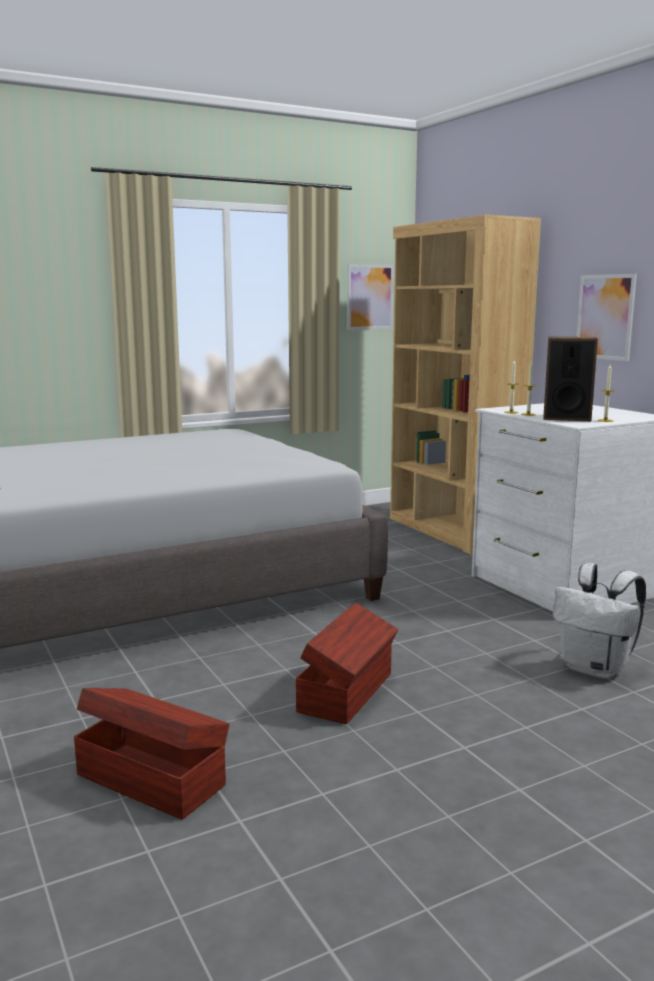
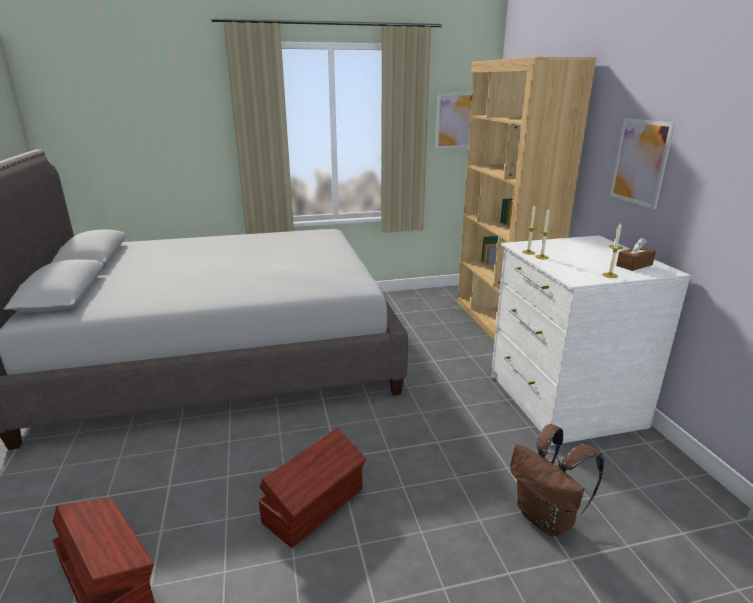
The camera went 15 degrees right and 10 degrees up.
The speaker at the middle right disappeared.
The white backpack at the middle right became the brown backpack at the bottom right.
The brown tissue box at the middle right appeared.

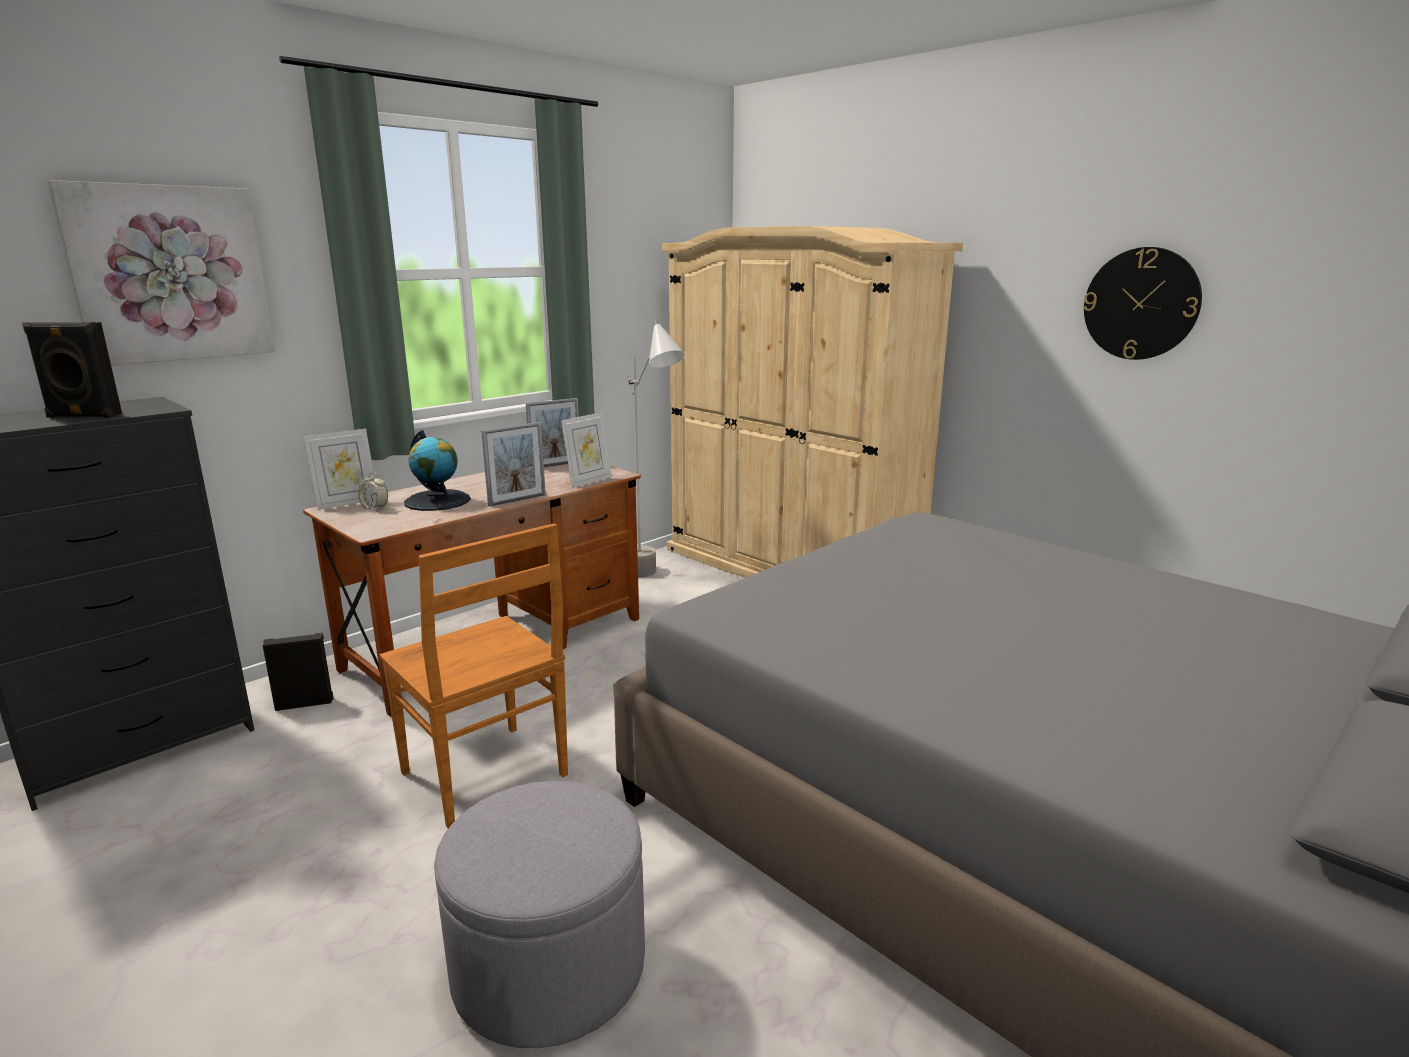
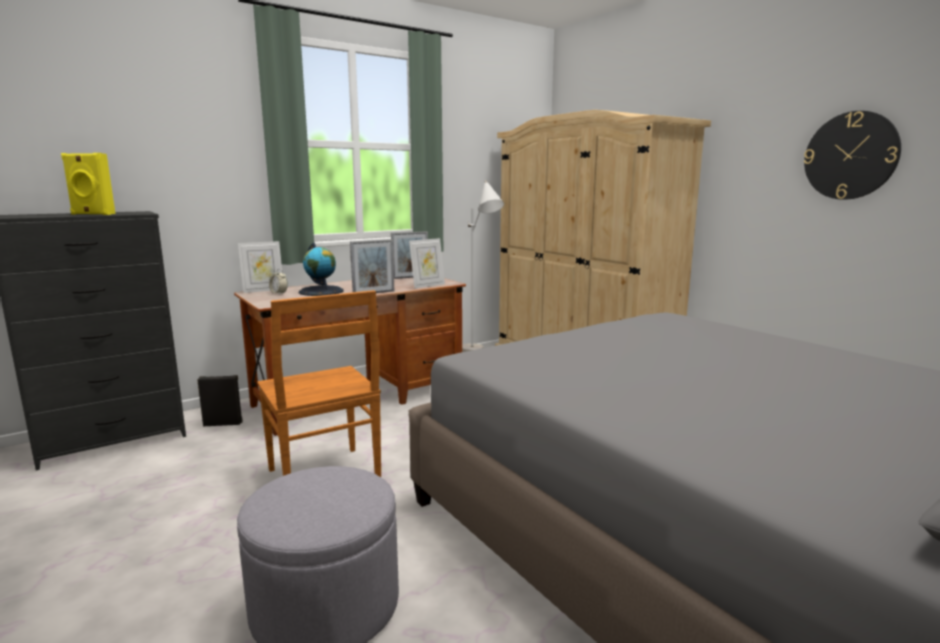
The camera went 10 degrees right and 5 degrees down.
The picture at the top left disappeared.
The black speaker (no. 1 from left) at the middle left became the yellow speaker at the top left.

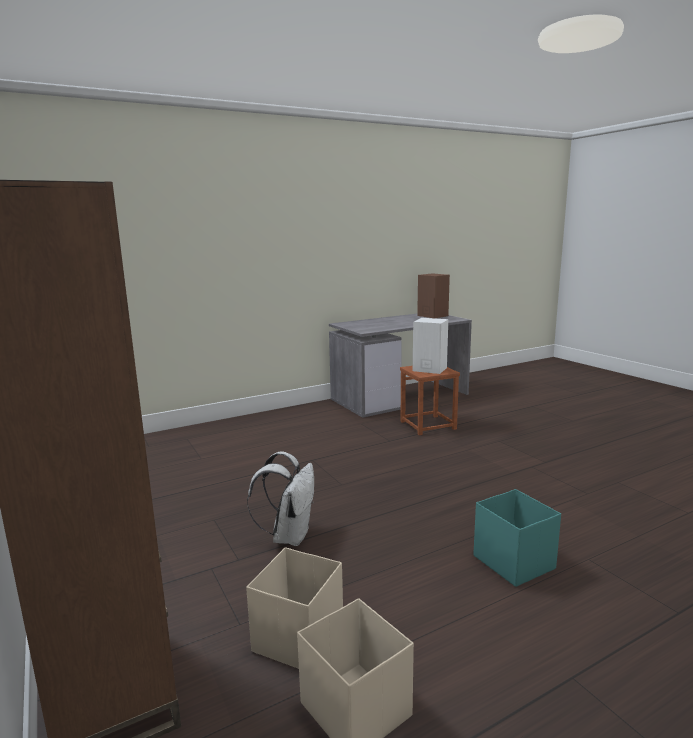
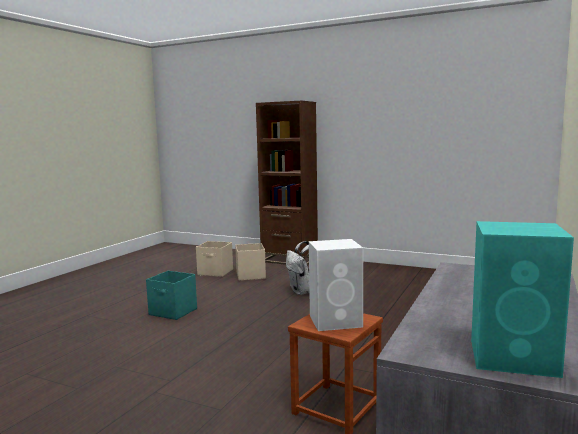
The camera went 145 degrees right and 5 degrees down.
The brown speaker at the centre became the turquoise speaker at the bottom right.

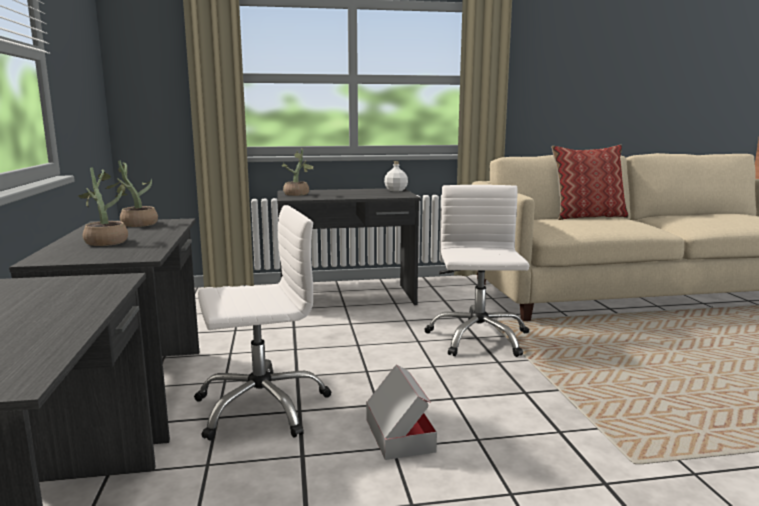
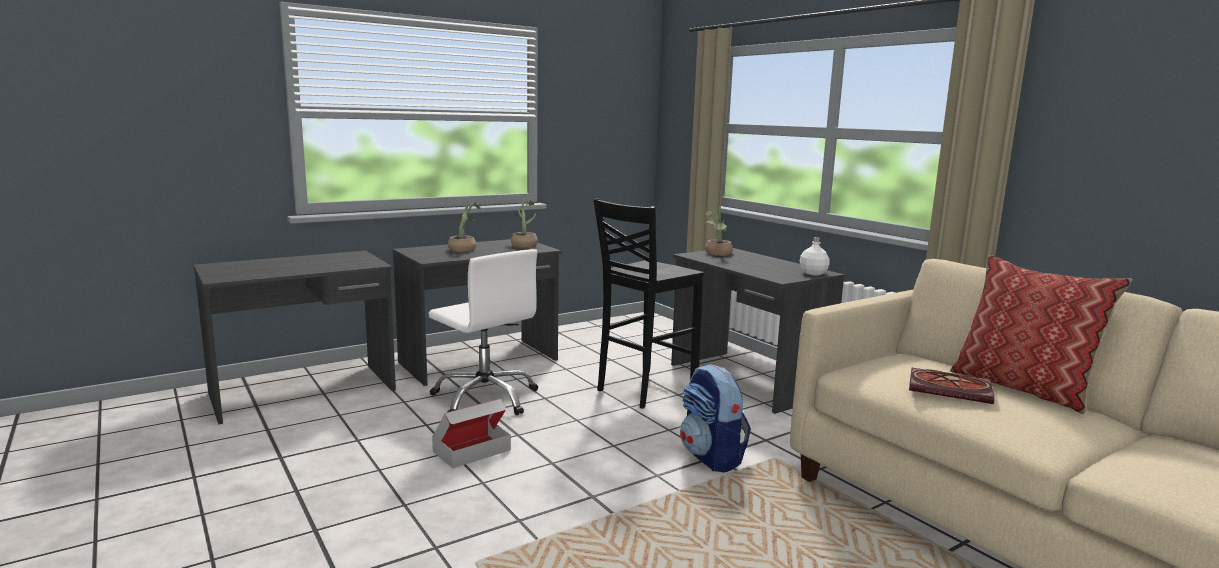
The camera went 65 degrees right and 0 degrees up.
The white office chair (no. 2 from left) at the centre was replaced by the backpack at the bottom centre.
The black stool at the centre appeared.
The book at the bottom right appeared.

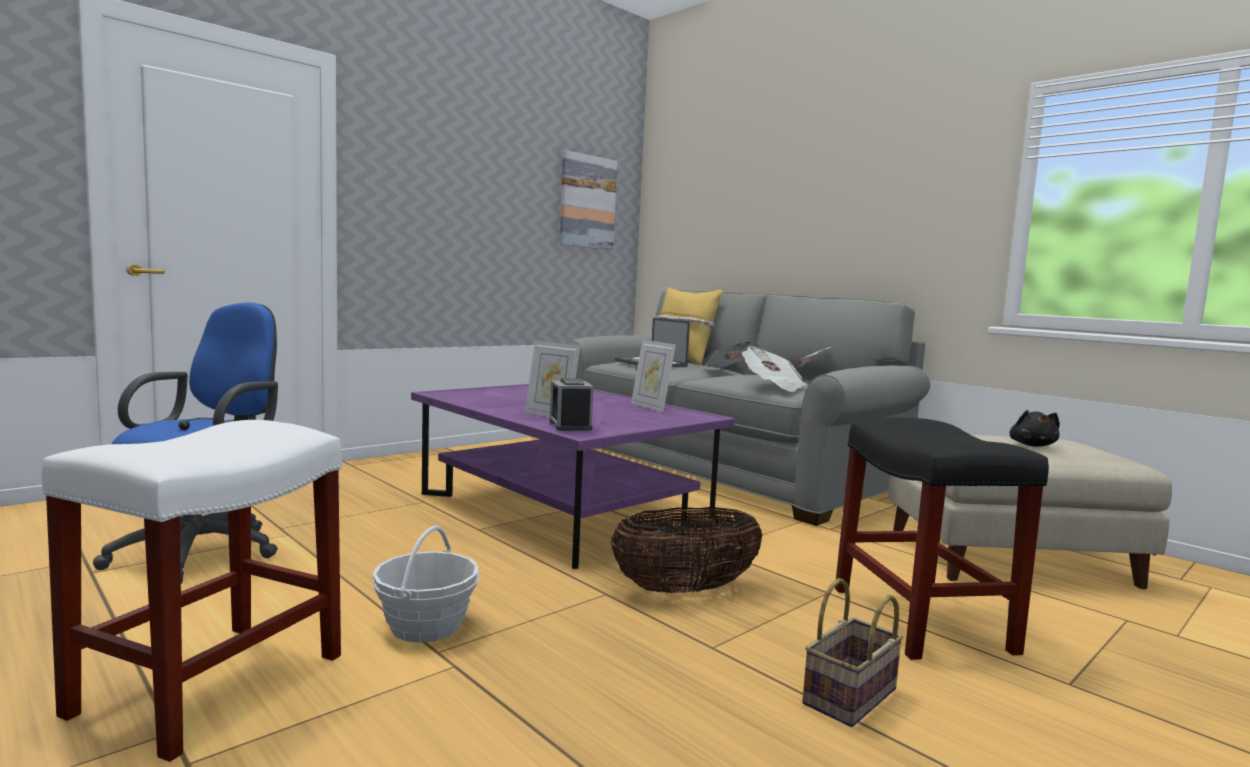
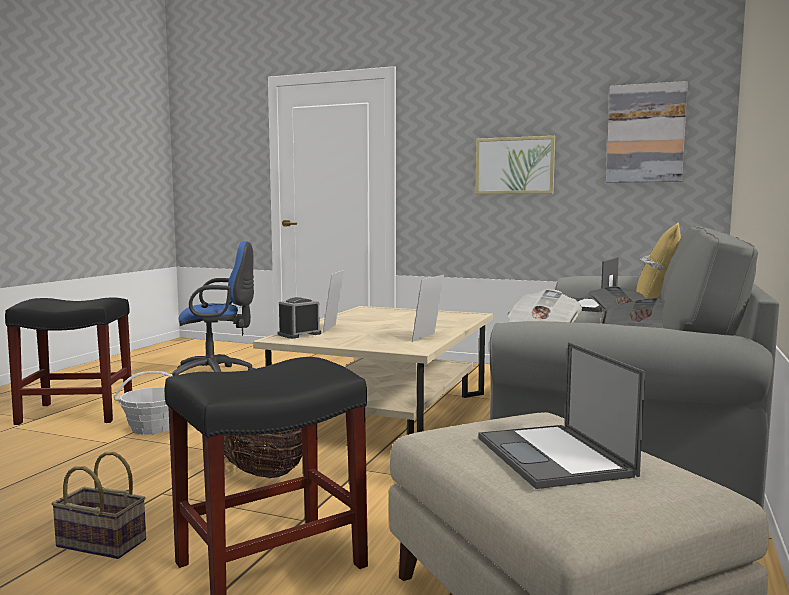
The camera went 65 degrees right and 0 degrees up.
The purple coffee table at the centre became the beige coffee table at the centre.
The black plush toy at the middle right was replaced by the laptop (no. 1 from left) at the bottom right.
The white stool at the bottom left became the black stool (no. 1 from left) at the middle left.
The picture (no. 1 from left) at the top centre appeared.

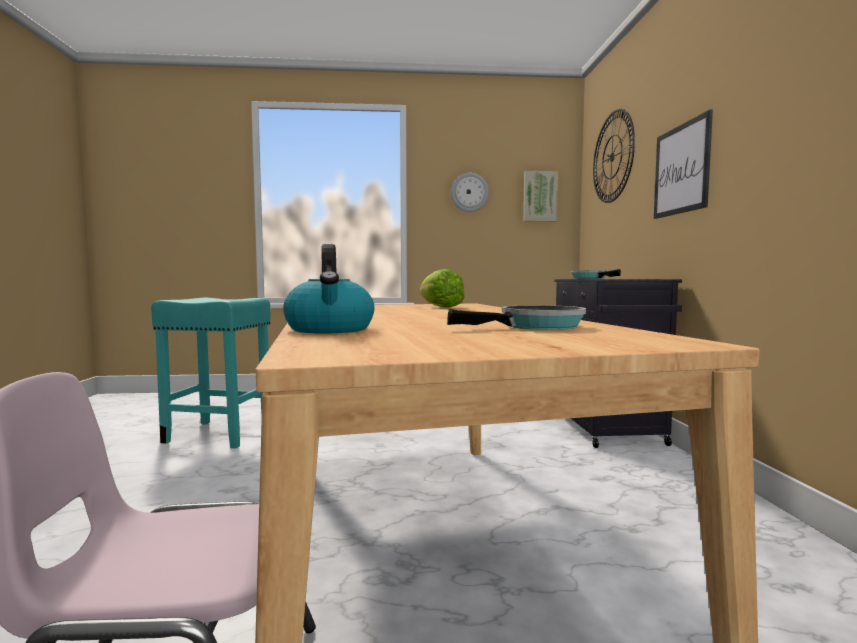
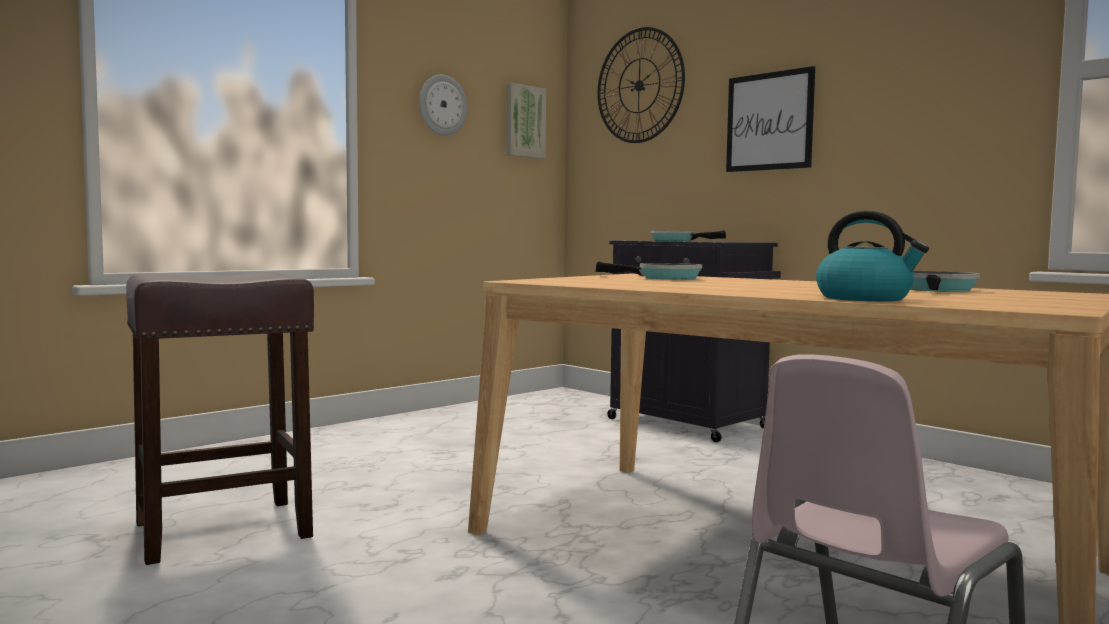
The camera went 40 degrees left and 0 degrees up.
The lettuce at the centre was replaced by the frying pan (no. 1 from left) at the centre.
The turquoise stool at the middle left became the brown stool at the bottom left.

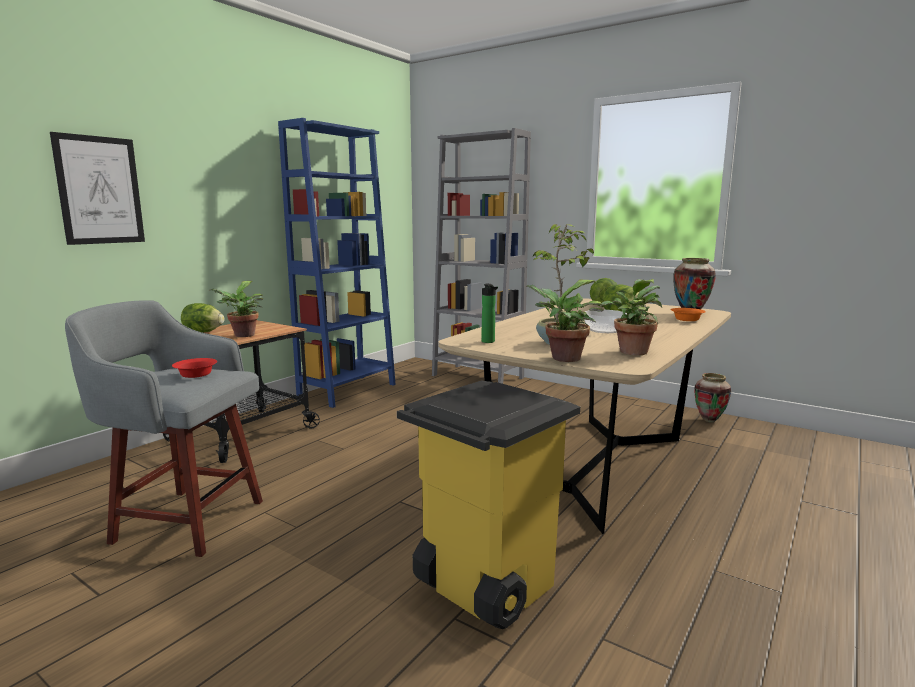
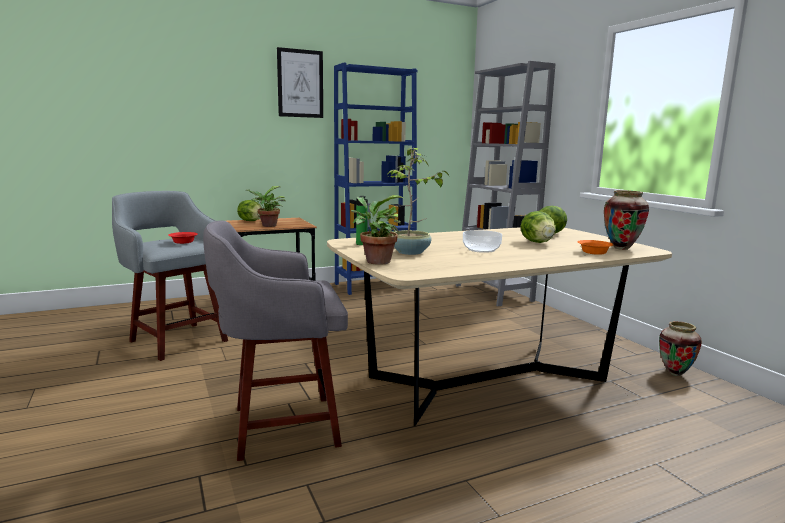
The camera went 30 degrees right and 0 degrees up.
The picture moved from the top left to the top centre.
The potted plant (no. 4 from left) at the middle right disappeared.
The yellow trash can at the bottom centre was replaced by the grey stool (no. 2 from left) at the centre.

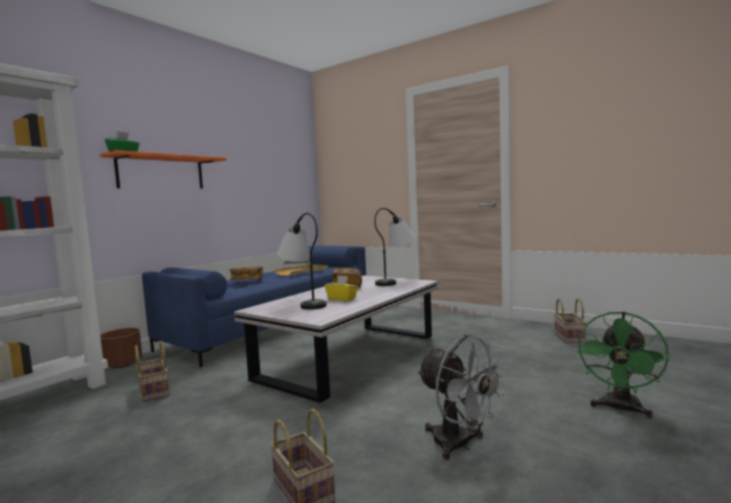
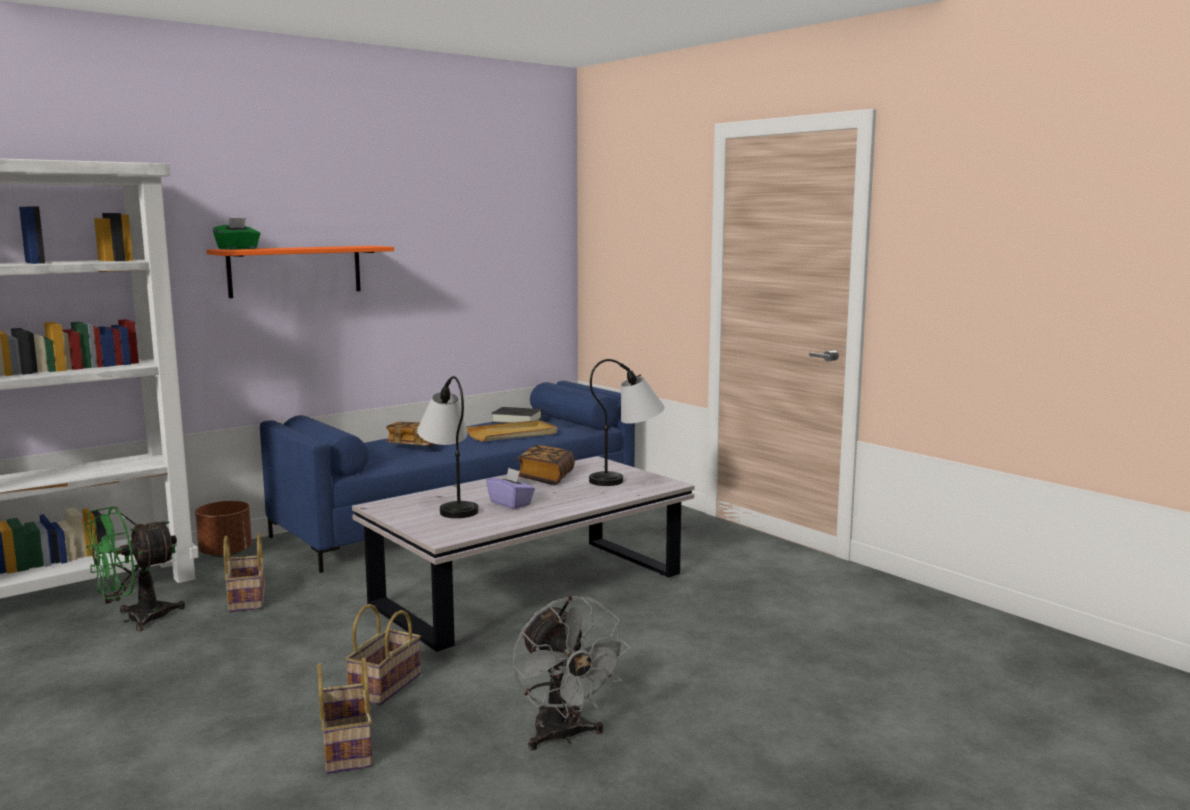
The camera went 15 degrees right and 5 degrees up.
The yellow tissue box at the centre became the purple tissue box at the centre.
The basket (no. 3 from left) moved from the middle right to the bottom left.
The green fan moved from the bottom right to the bottom left.

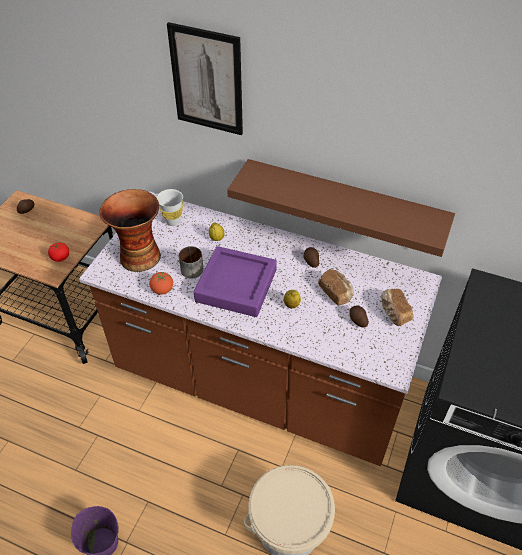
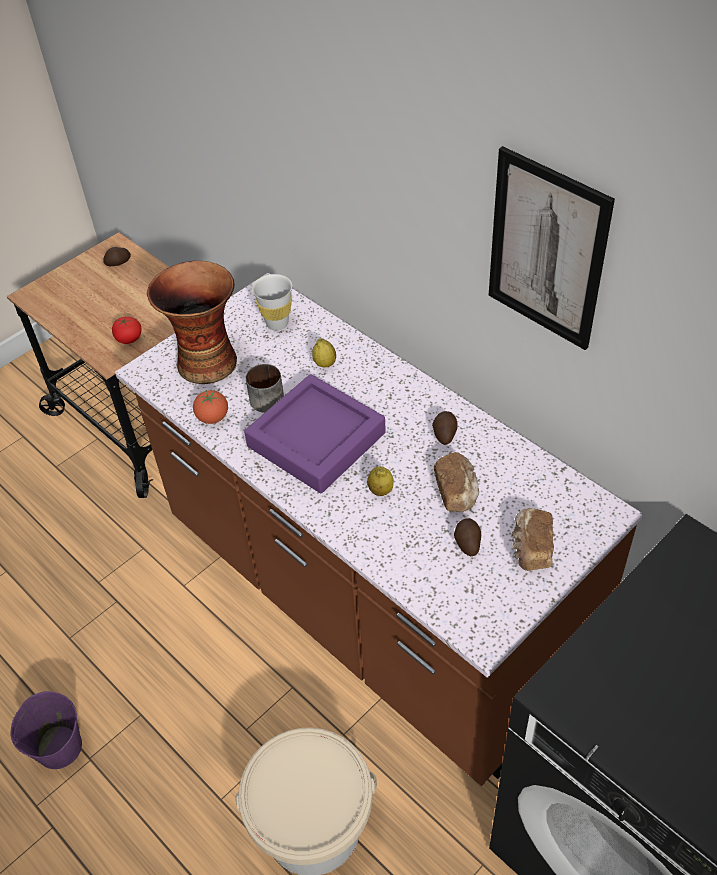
The camera went 25 degrees right and 0 degrees up.
The picture moved from the top centre to the top right.
The brown shelf at the centre disappeared.

